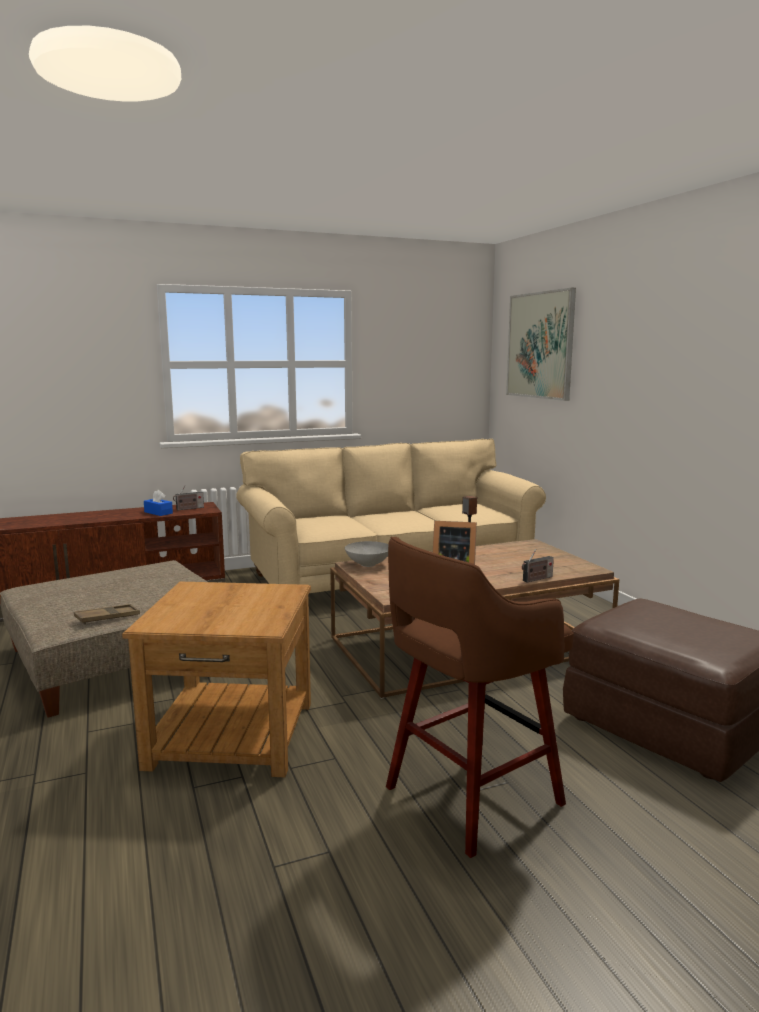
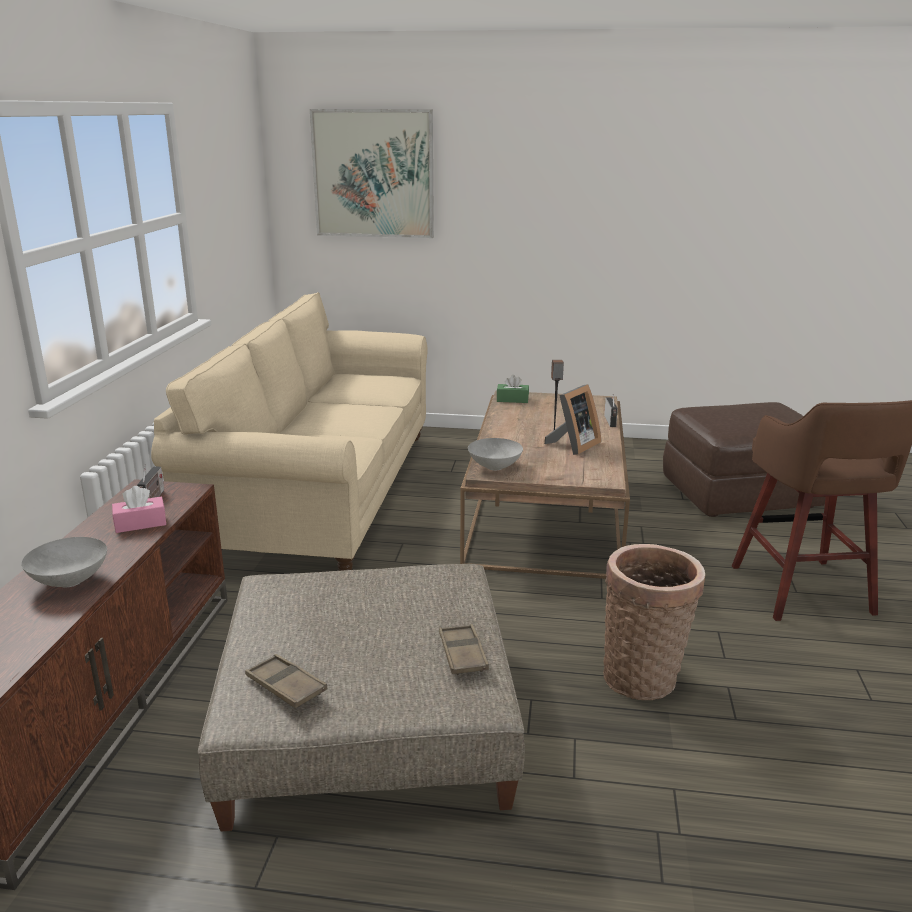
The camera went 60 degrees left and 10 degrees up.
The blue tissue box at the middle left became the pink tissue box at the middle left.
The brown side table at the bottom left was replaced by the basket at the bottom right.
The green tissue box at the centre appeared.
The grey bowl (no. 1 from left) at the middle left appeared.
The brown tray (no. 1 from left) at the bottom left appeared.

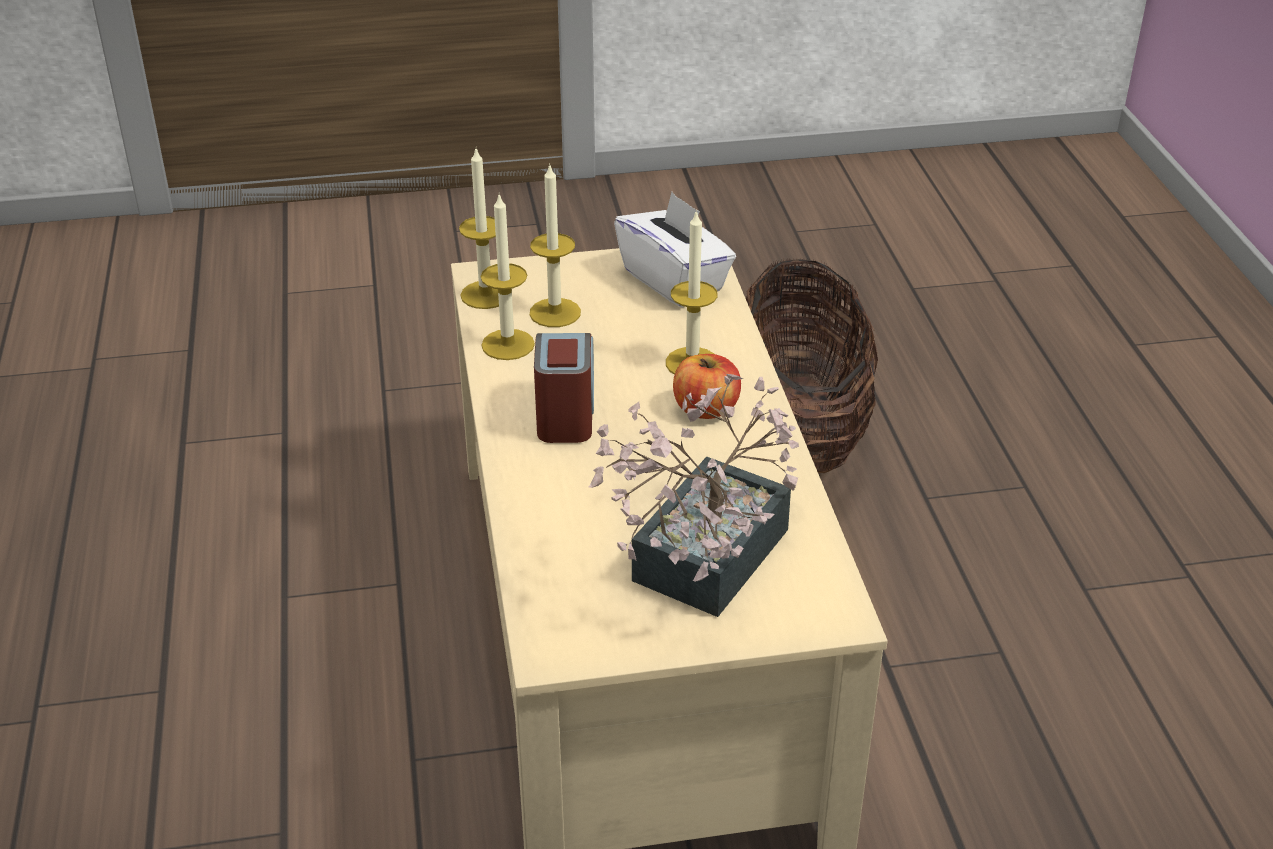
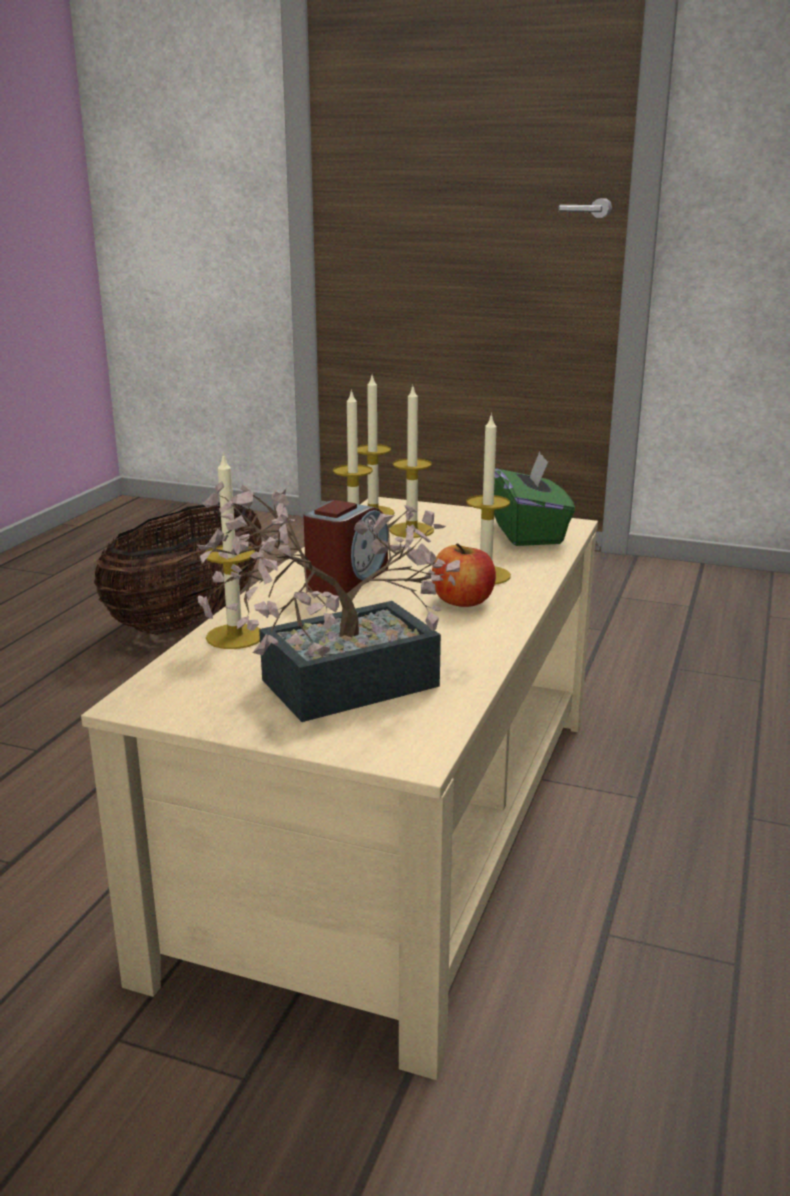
The camera went 30 degrees right and 15 degrees down.
The white tissue box at the top centre became the green tissue box at the middle right.
The basket moved from the centre to the middle left.
The candle (no. 1 from left) at the middle left appeared.

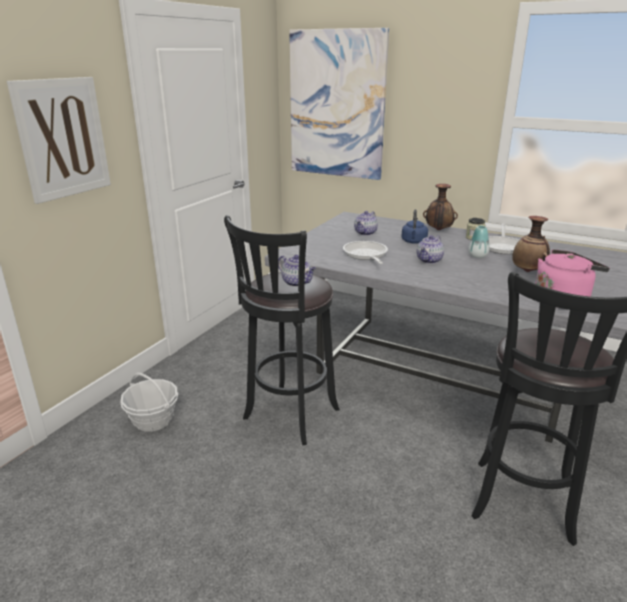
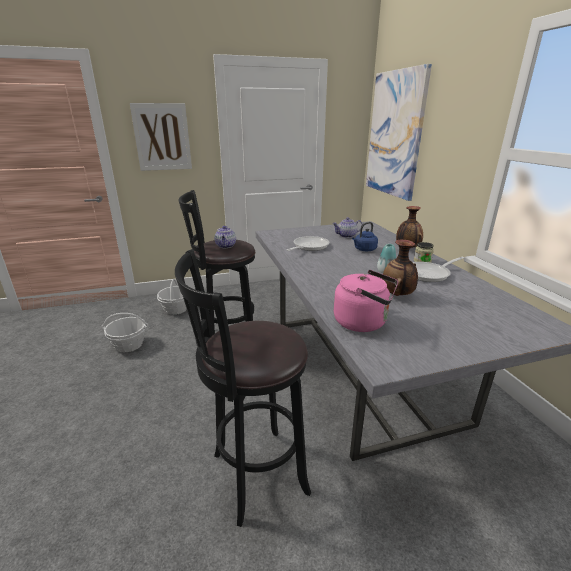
The camera went 45 degrees right and 0 degrees up.
The teapot (no. 3 from left) at the middle right disappeared.
The basket (no. 1 from left) at the middle left appeared.

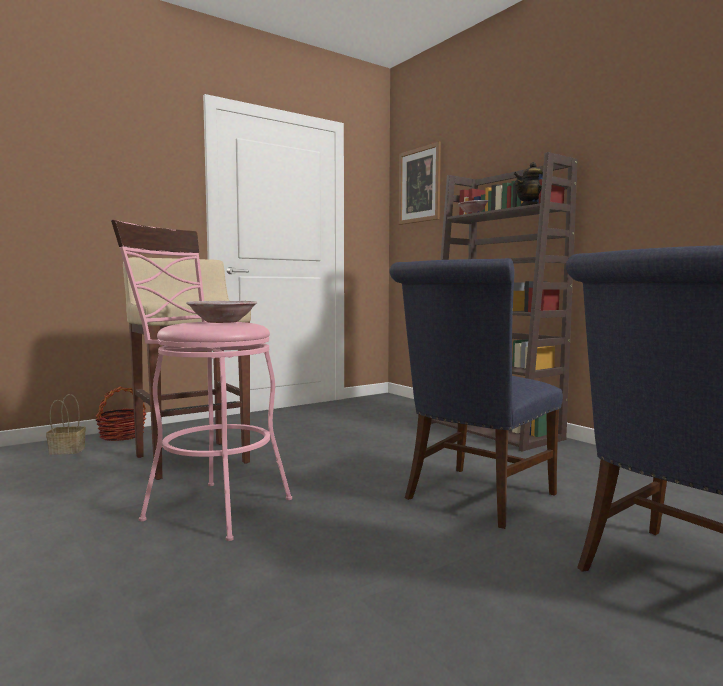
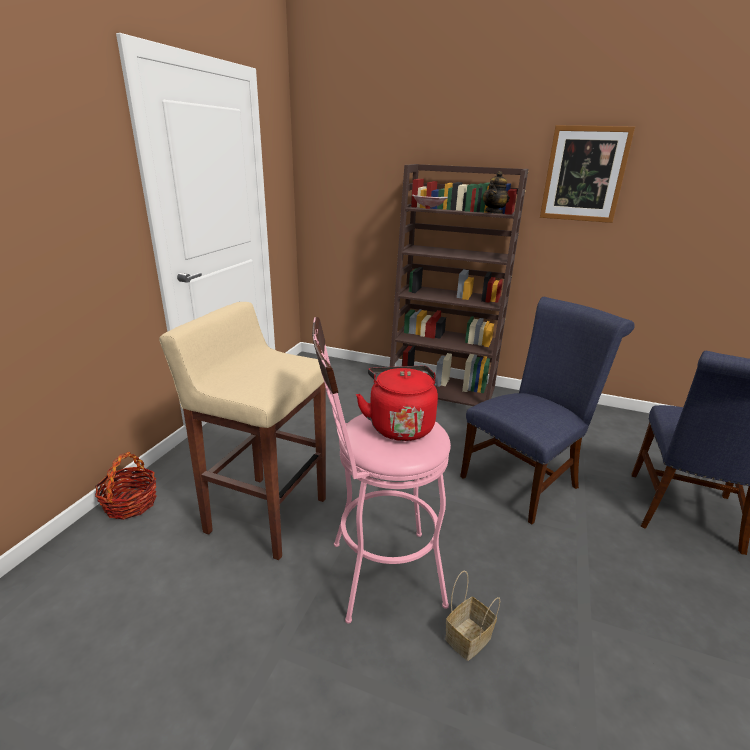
The camera went 35 degrees left and 20 degrees up.
The picture moved from the top centre to the top right.
The blue chair (no. 1 from left) at the centre turned 135 degrees counterclockwise.
The bowl (no. 1 from left) at the middle left was replaced by the red kettle at the centre.
The basket (no. 1 from left in the first image) moved from the middle left to the bottom centre.

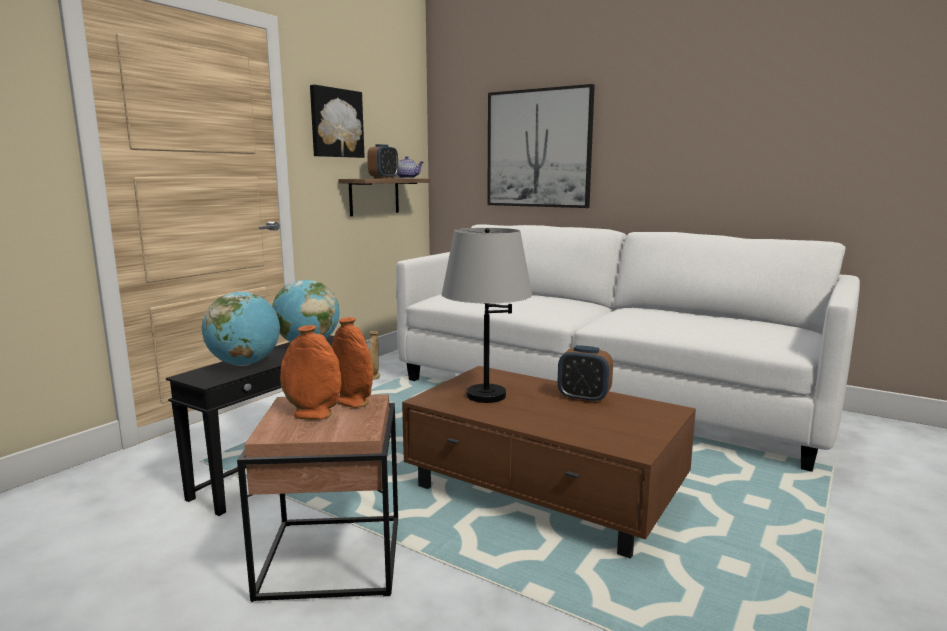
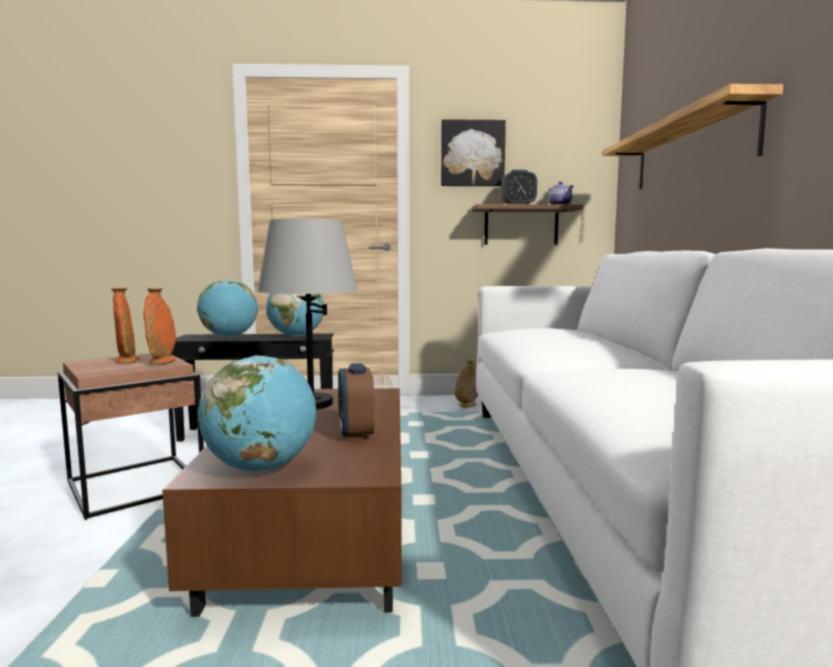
The camera went 55 degrees right and 5 degrees down.
The picture (no. 2 from left) at the top centre was replaced by the shelf (no. 2 from left) at the top right.
The globe (no. 2 from left) at the middle left appeared.

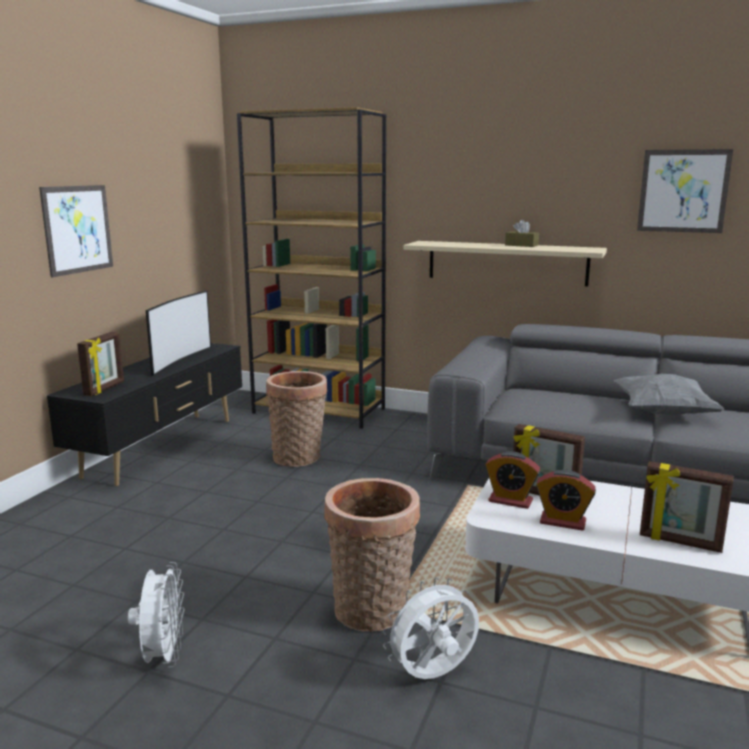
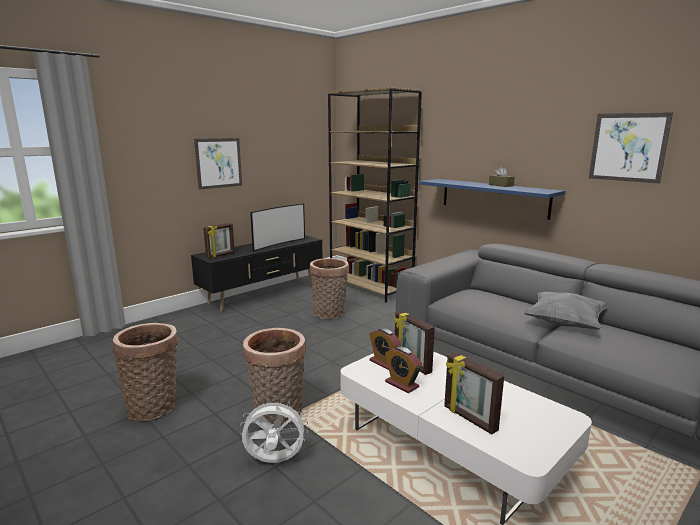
The camera went 25 degrees right and 0 degrees up.
The beige shelf at the middle right became the blue shelf at the middle right.
The white fan (no. 1 from left) at the bottom left was replaced by the basket (no. 1 from left) at the bottom left.

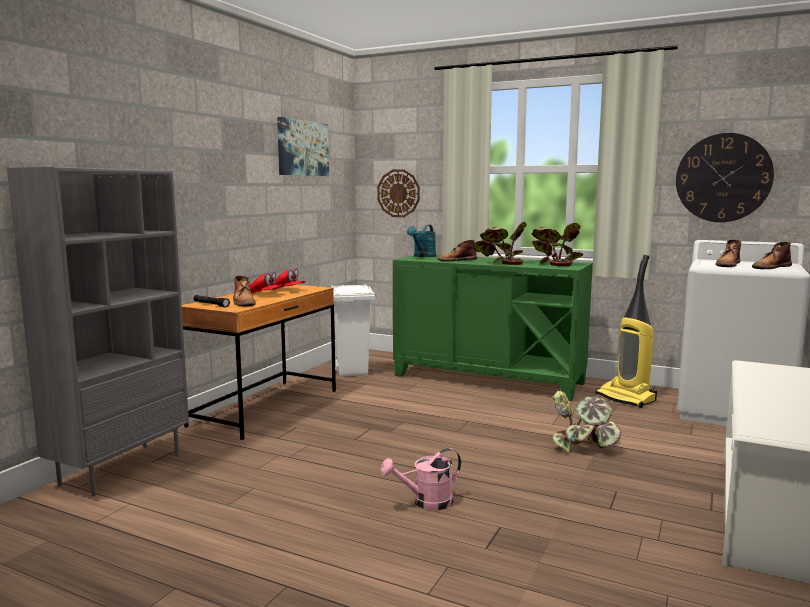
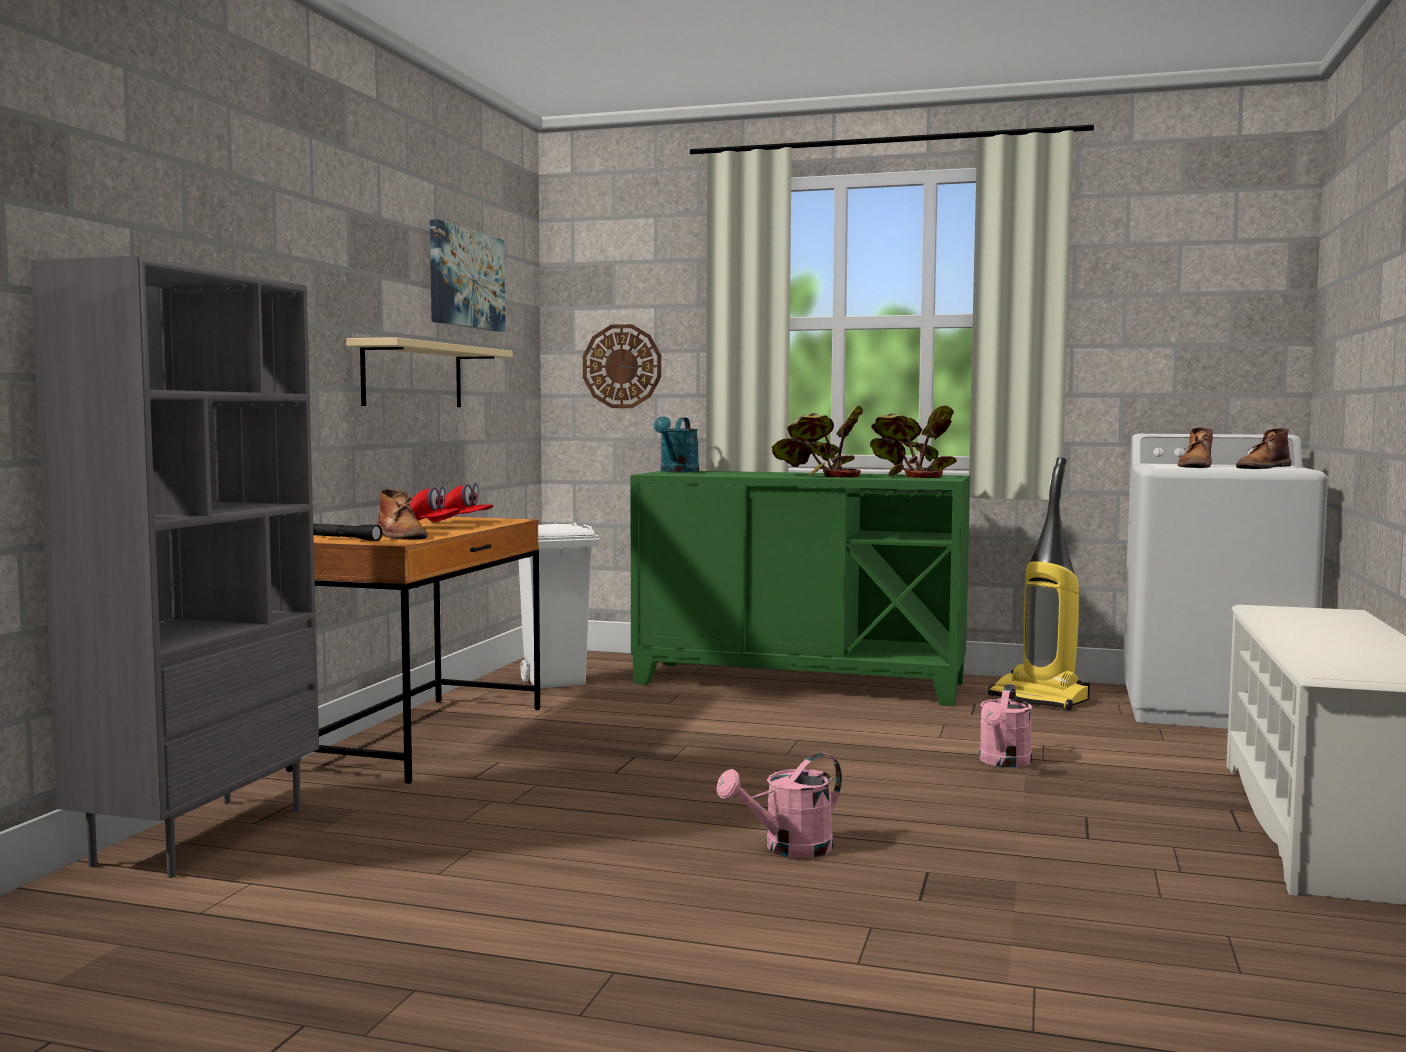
The camera went 10 degrees left and 5 degrees down.
The wall clock (no. 2 from left) at the top right disappeared.
The brown boot (no. 2 from left) at the centre disappeared.
The potted plant (no. 3 from left) at the bottom right was replaced by the pink watering can (no. 2 from left) at the bottom right.
The beige shelf at the middle left appeared.

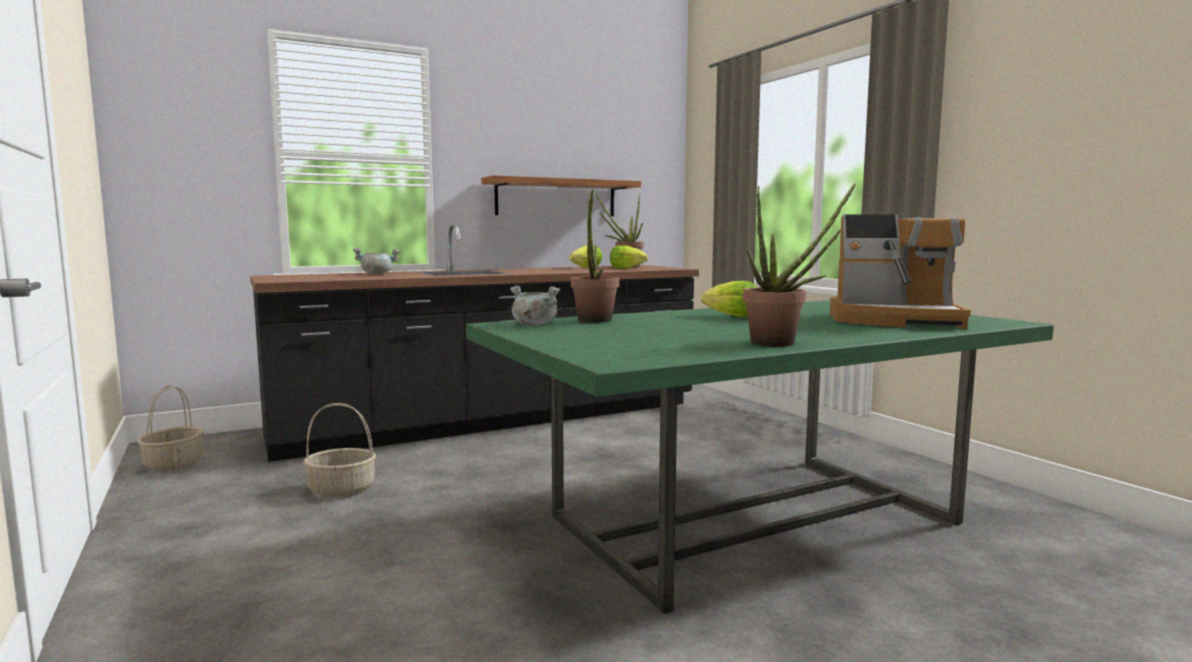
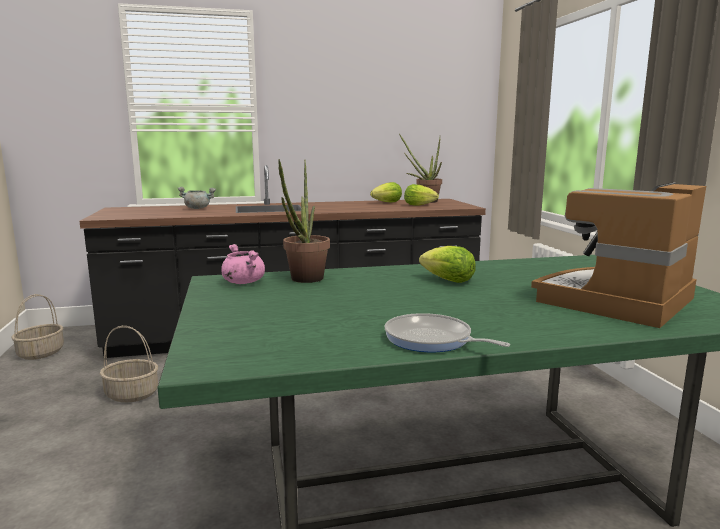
The camera went 15 degrees right and 5 degrees up.
The shelf at the top centre disappeared.
The potted plant (no. 3 from left) at the middle right was replaced by the frying pan at the centre.
The coffee machine at the middle right turned 105 degrees clockwise.
The grey cooking pot (no. 2 from left) at the centre became the pink cooking pot at the centre.

